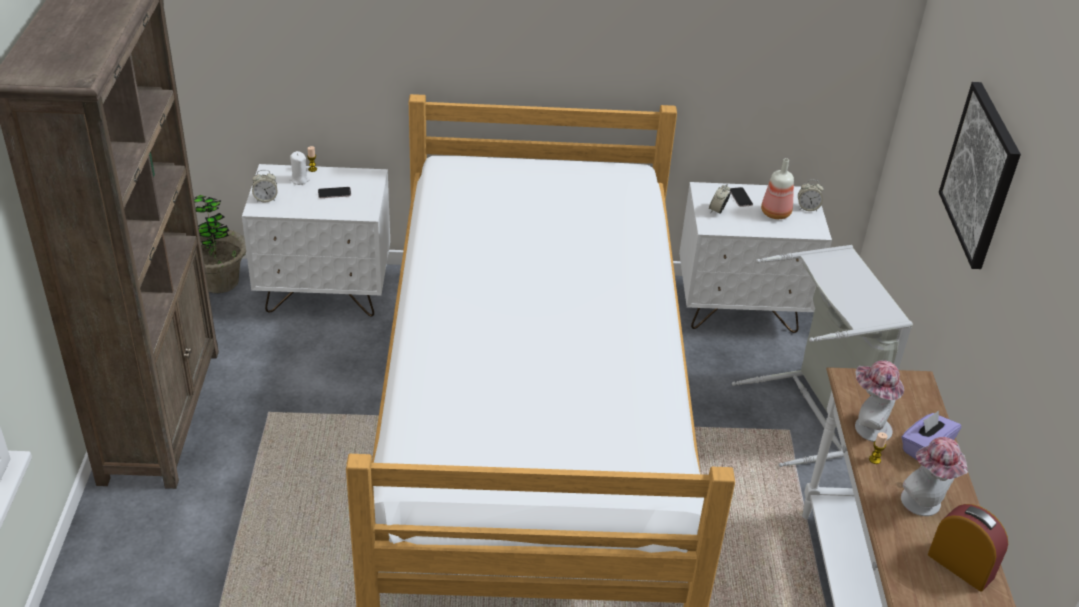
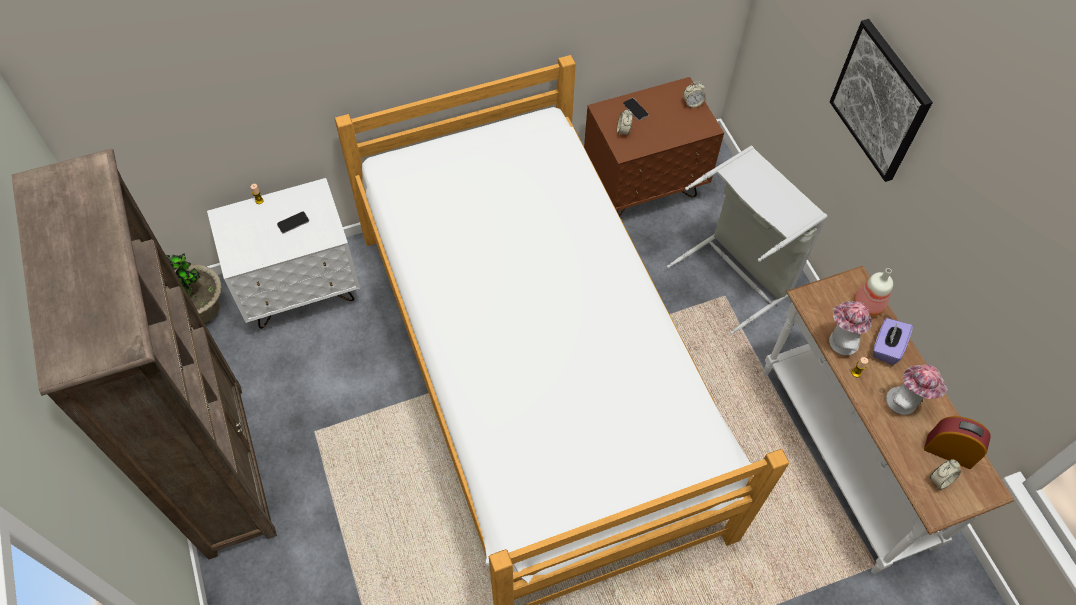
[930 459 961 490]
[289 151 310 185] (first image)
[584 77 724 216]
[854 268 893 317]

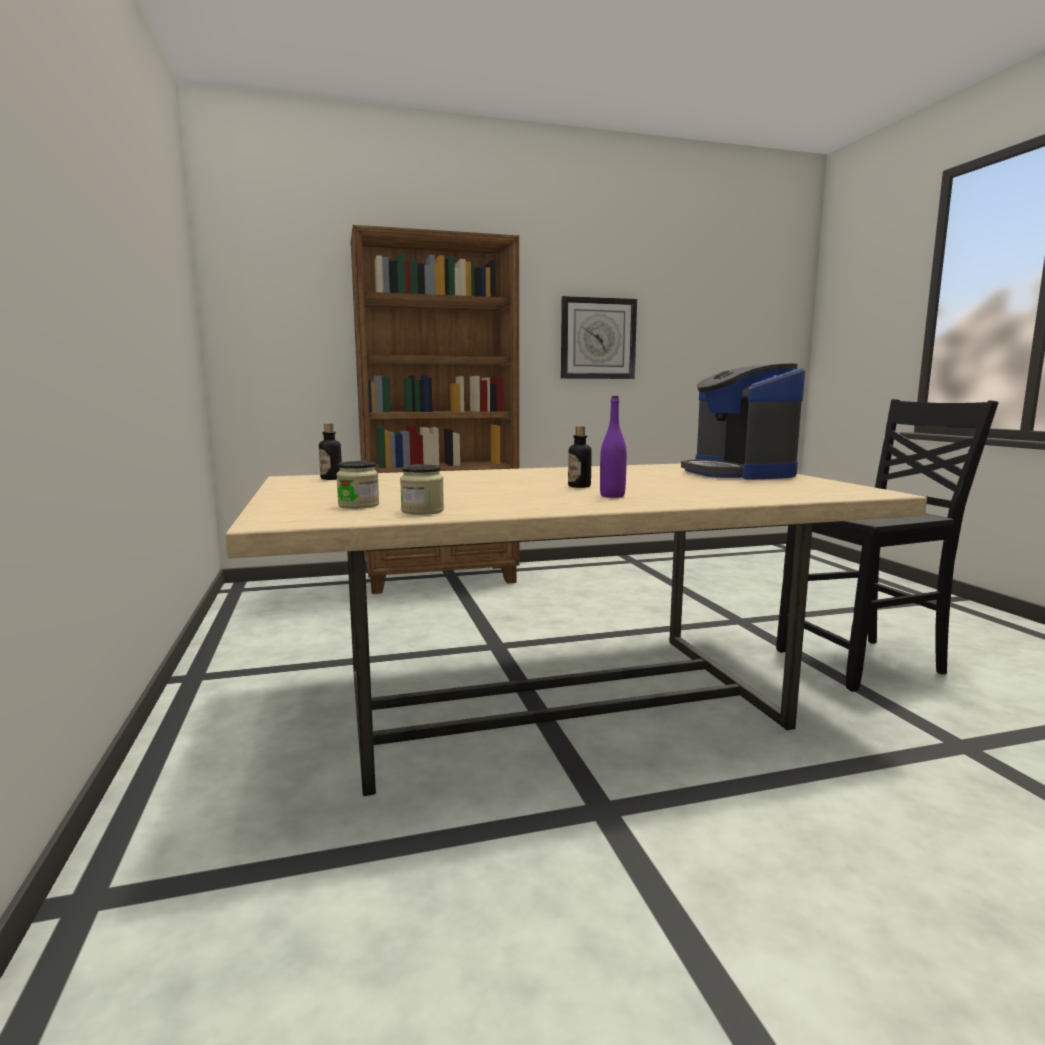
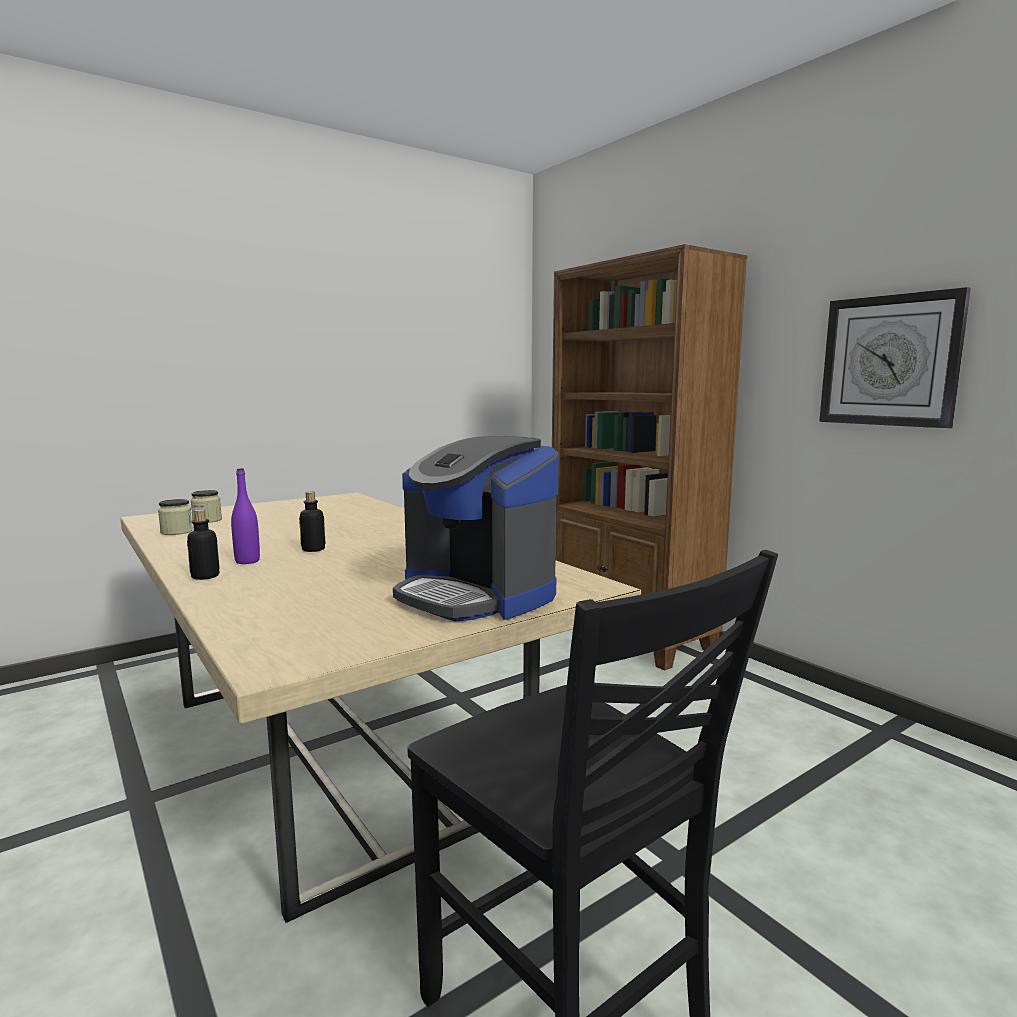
[187 509 220 580]
[393 436 559 621]

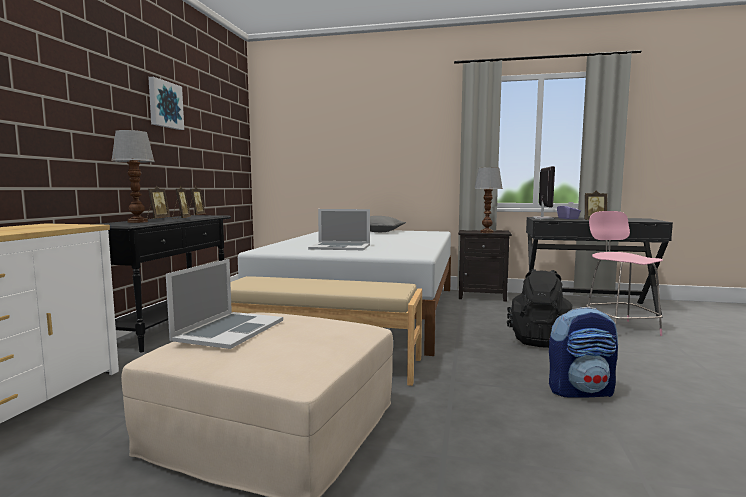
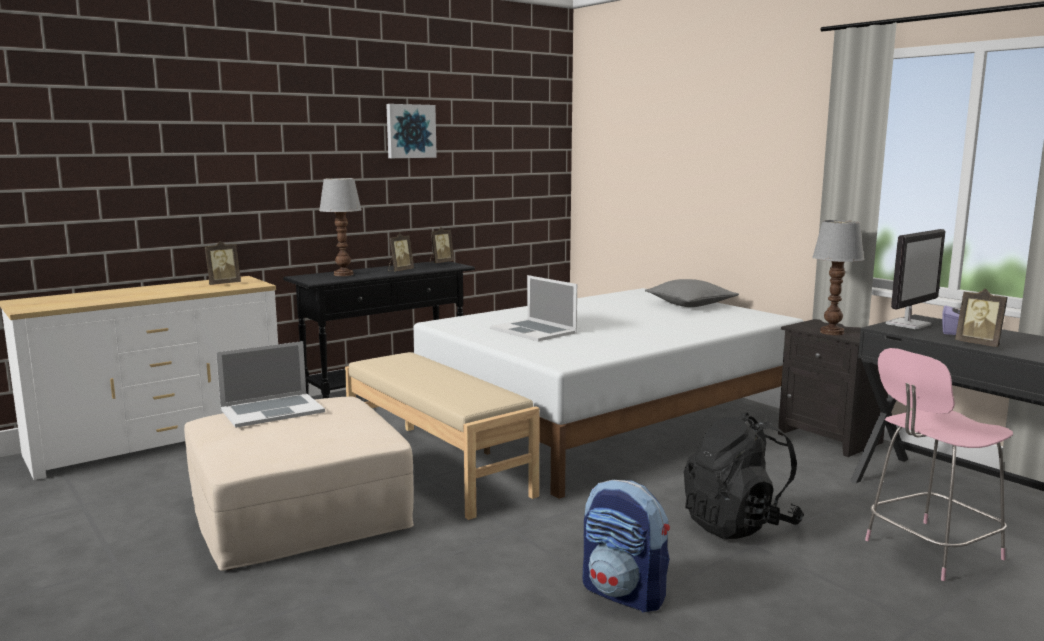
[205 241 241 285]
[865 348 1013 581]

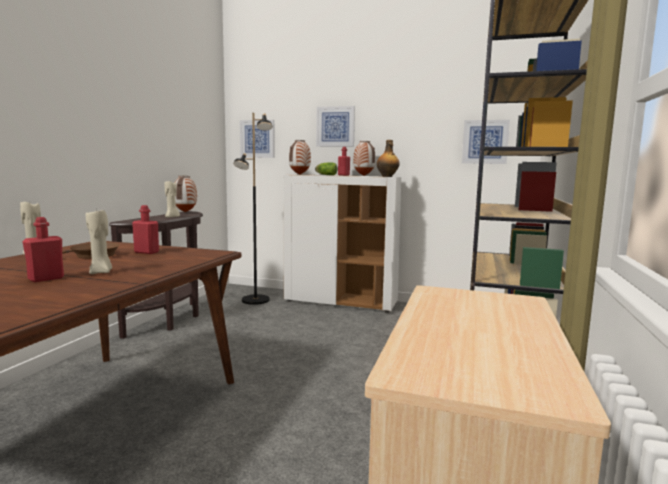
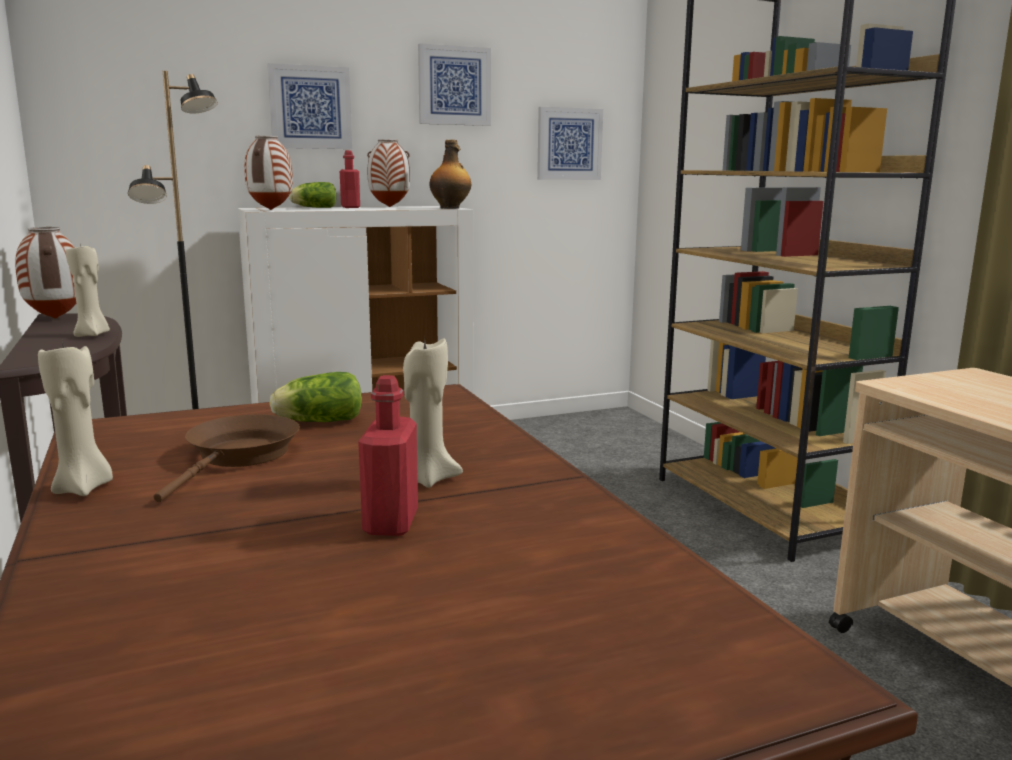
[269 372 362 422]
[418 43 491 126]

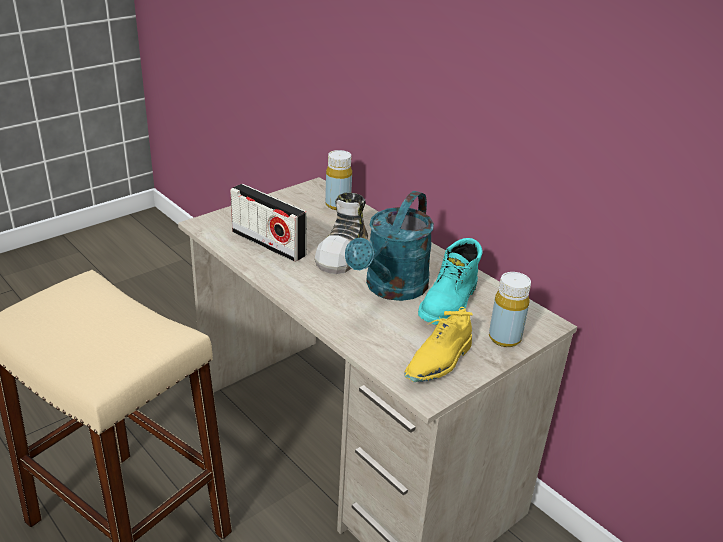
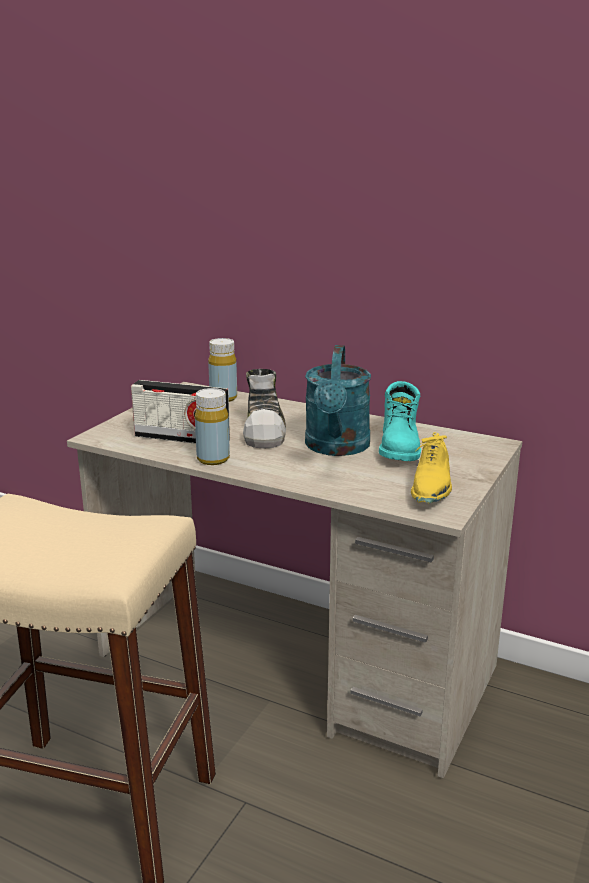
[195 388 230 465]

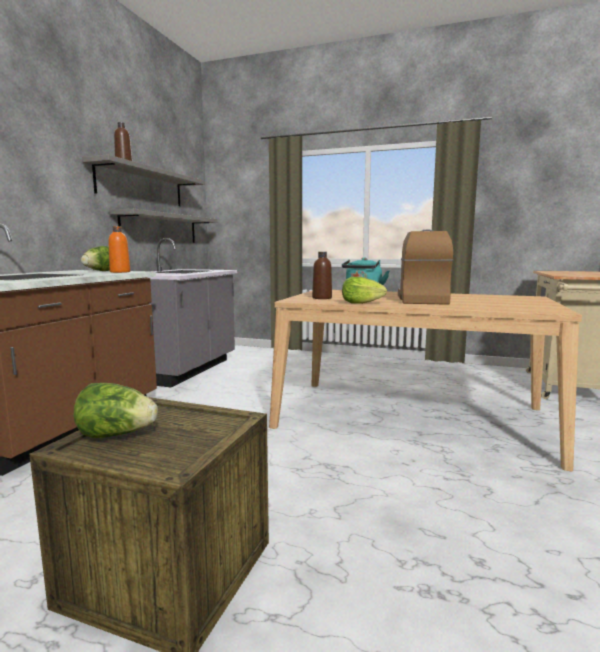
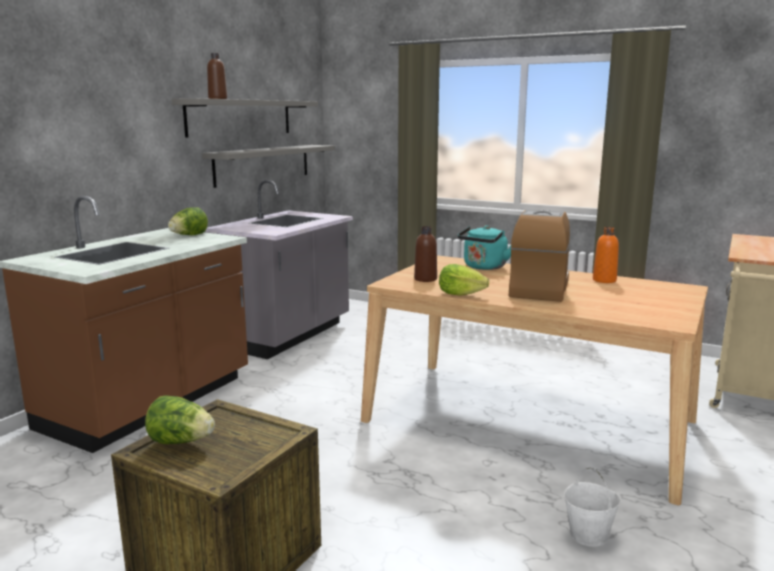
[593 227 619 283]
[564 468 621 547]

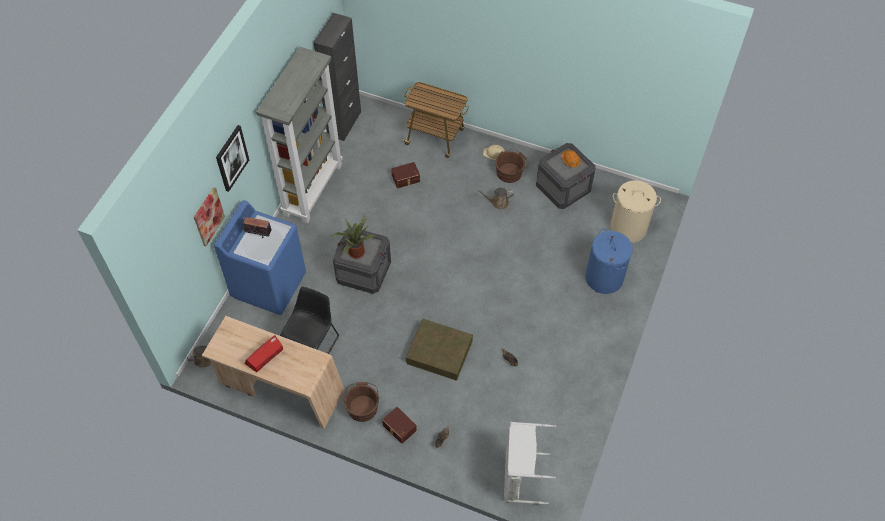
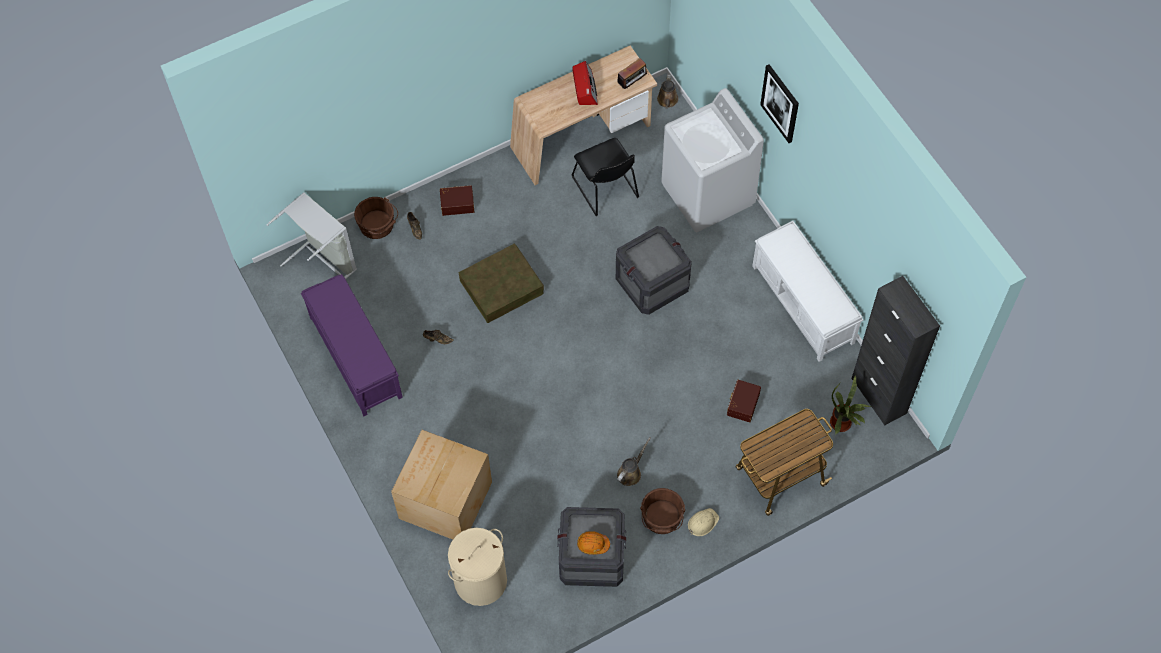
[194 187 225 246] (first image)
[661 88 764 232]
[617 58 648 89]
[752 221 863 362]
[830 376 871 435]
[354 197 398 239]
[391 430 492 539]
[301 274 403 416]

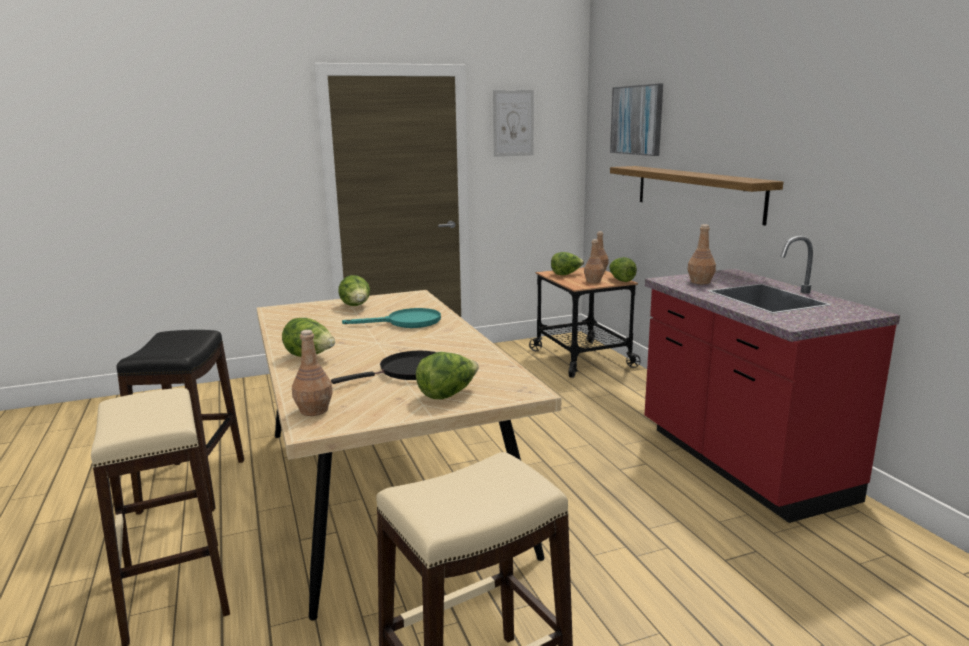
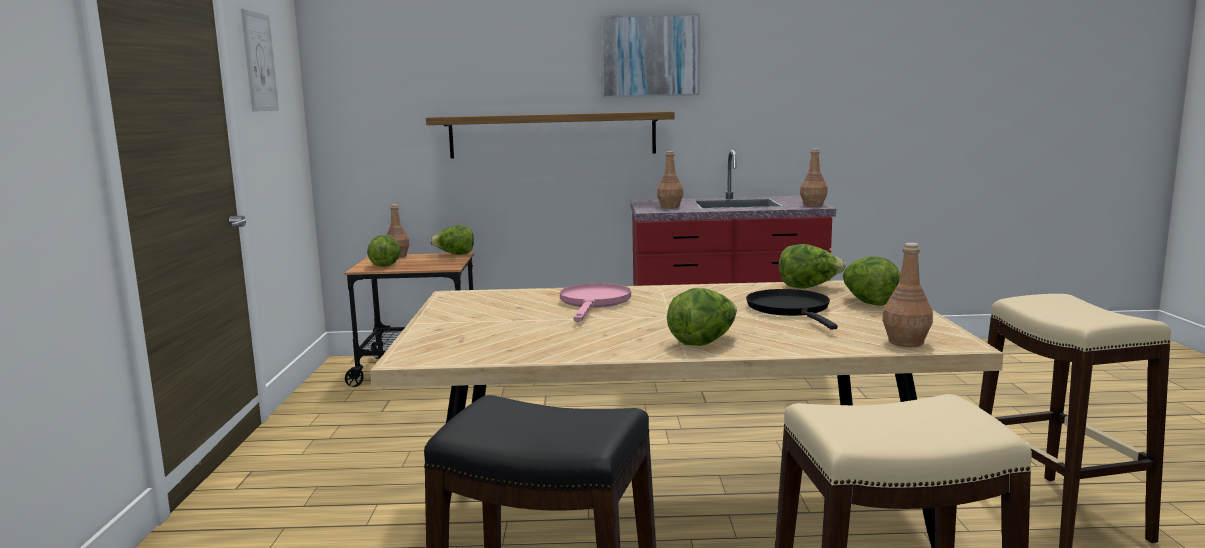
[779 244 846 289]
[560 283 631 322]
[800 148 827 207]
[600 13 699 98]

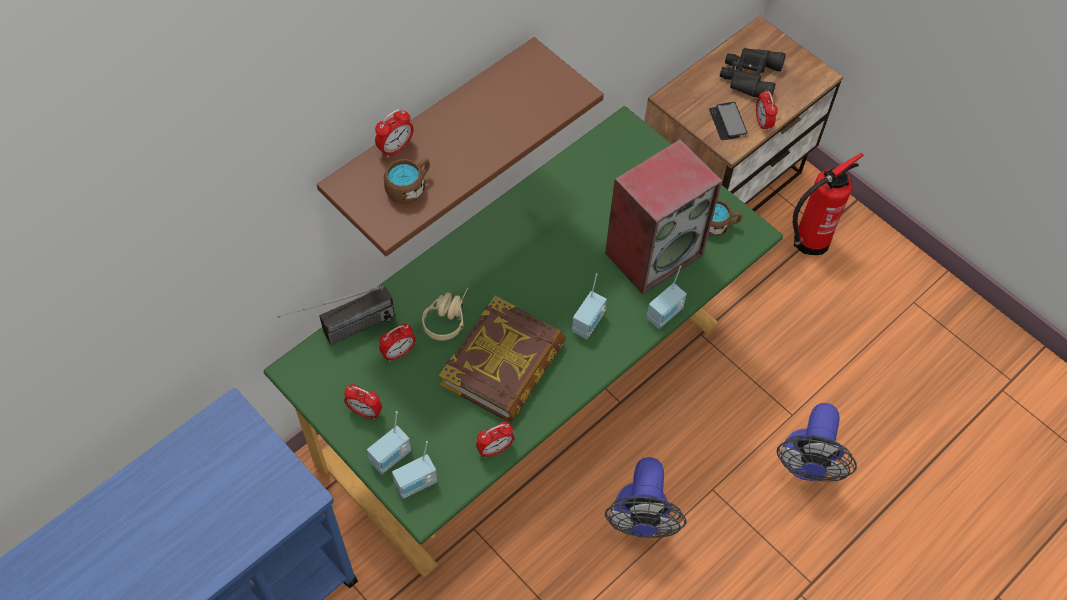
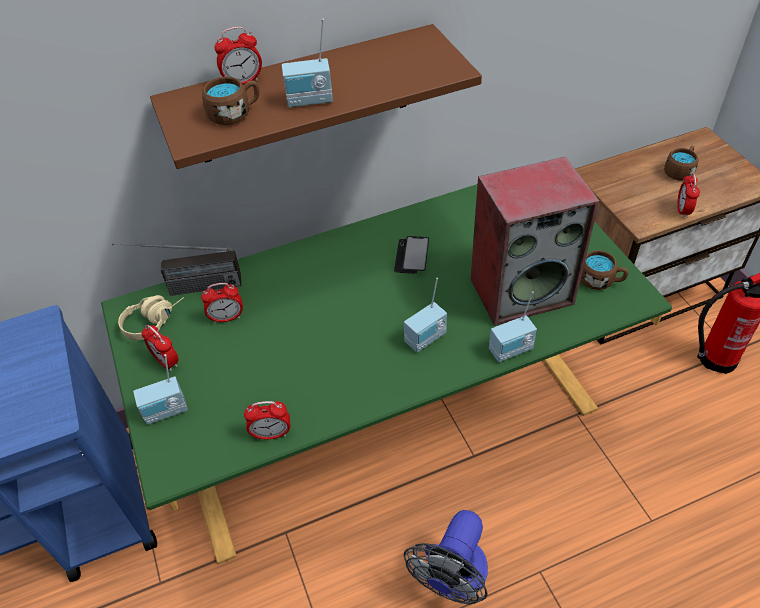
[282 19 333 107]
[118 295 184 340]
[439 296 566 422] (first image)
[394 236 429 274]
[664 146 698 181]
[777 403 857 482] (first image)

